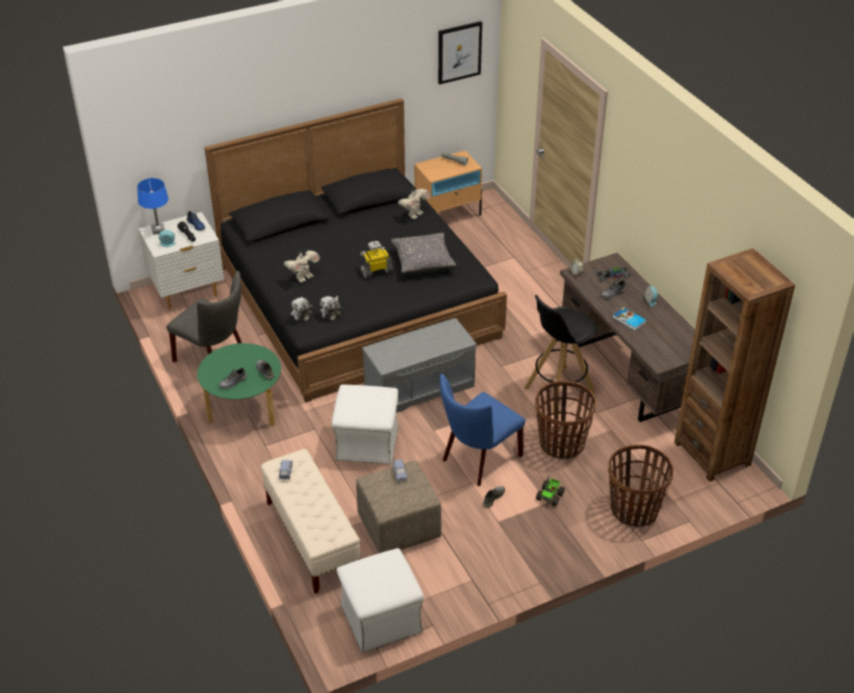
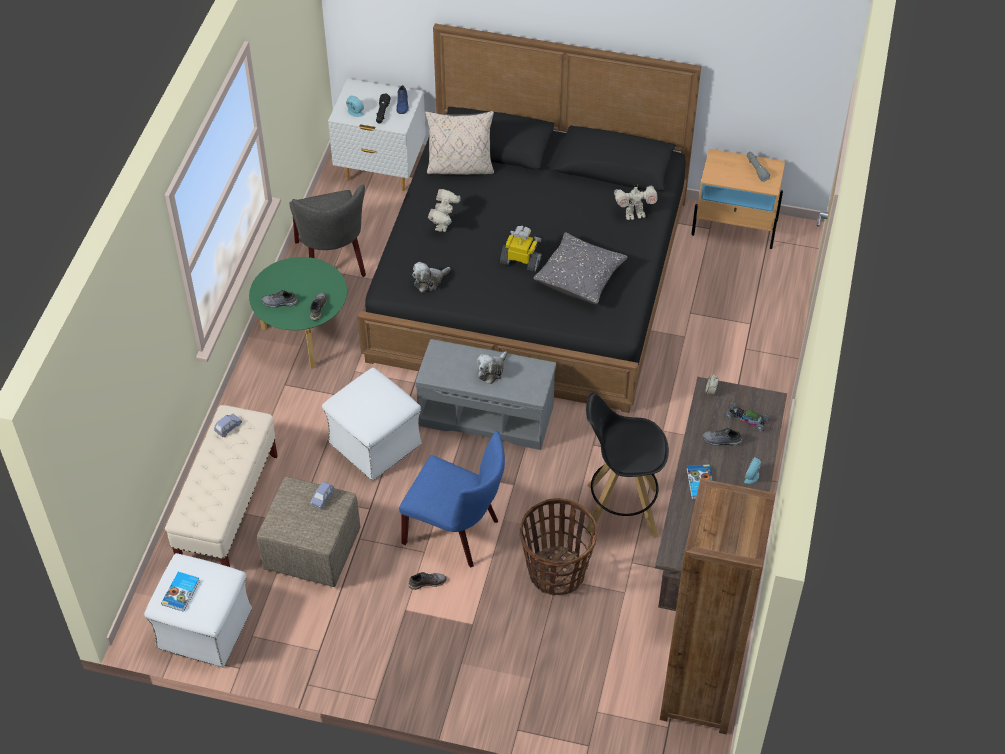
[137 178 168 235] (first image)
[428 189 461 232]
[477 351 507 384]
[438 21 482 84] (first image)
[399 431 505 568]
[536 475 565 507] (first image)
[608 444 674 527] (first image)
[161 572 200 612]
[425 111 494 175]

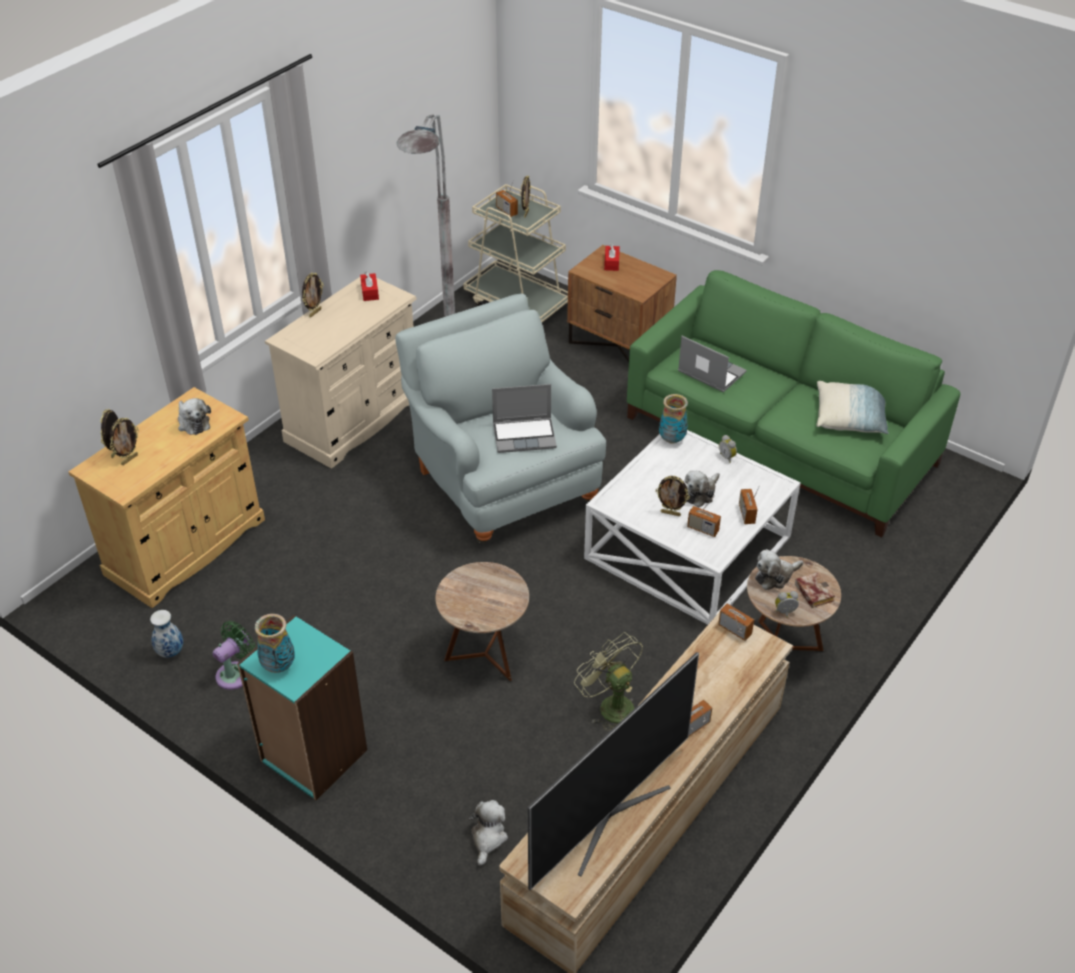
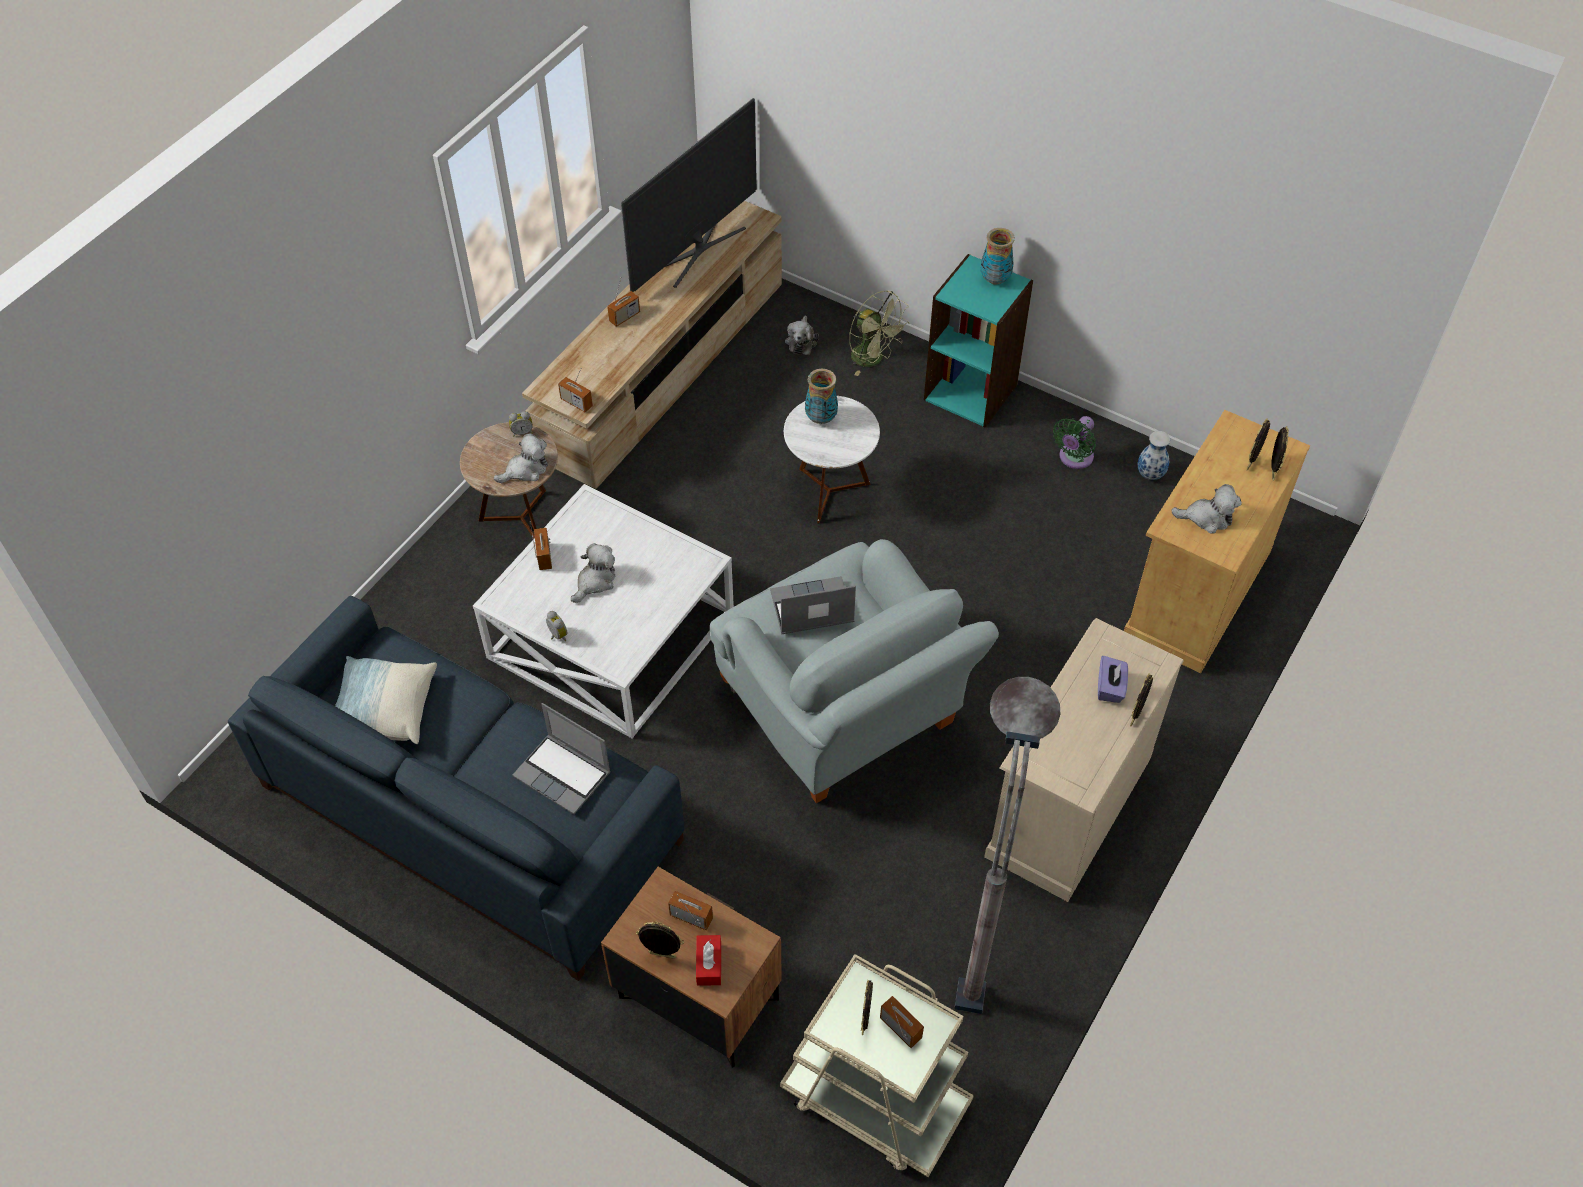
[1171 484 1242 534]
[360 271 379 301] (first image)
[784 396 880 524]
[849 290 910 376]
[228 596 684 981]
[636 922 684 959]
[805 369 838 424]
[668 891 713 931]
[795 572 835 608] (first image)
[1098 655 1128 703]

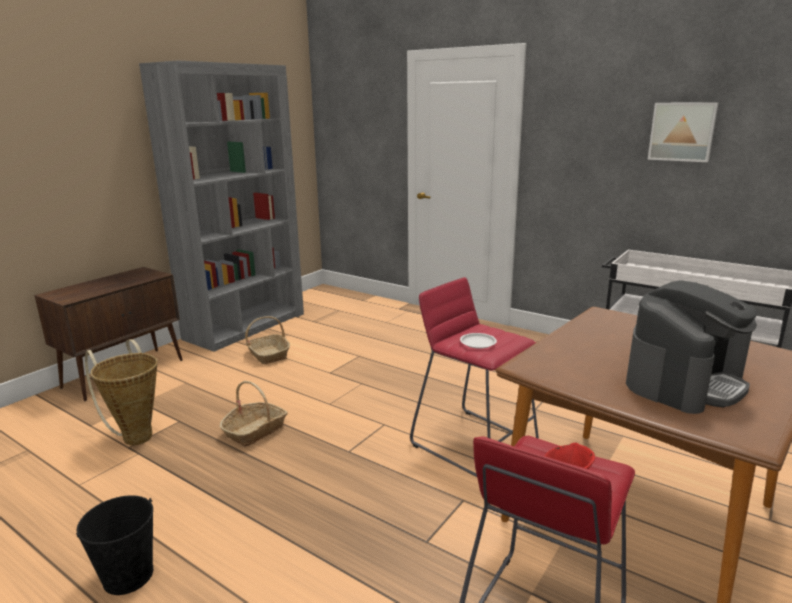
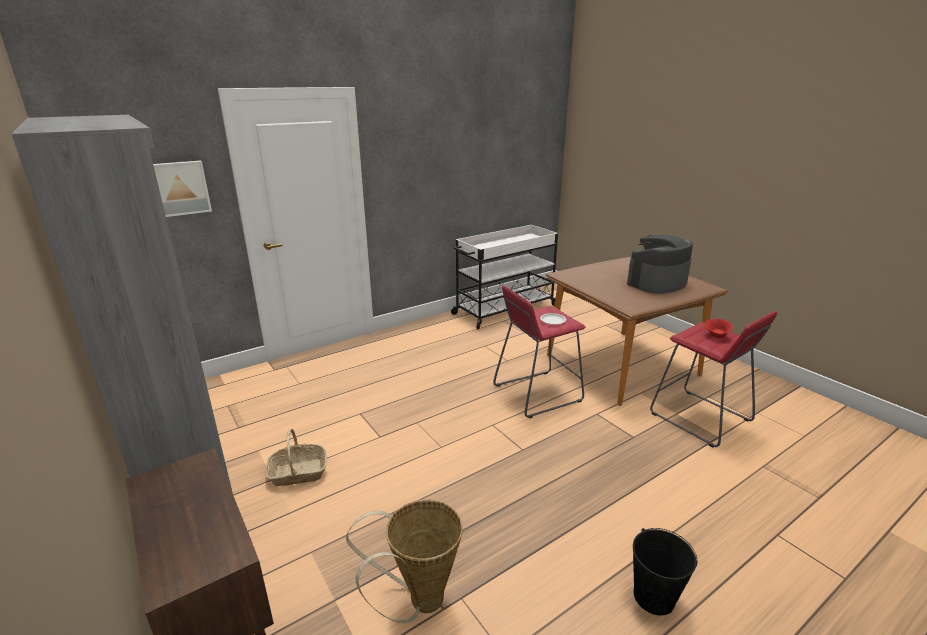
[220 381 288 447] (first image)
[627 235 693 294]
[153 161 212 217]

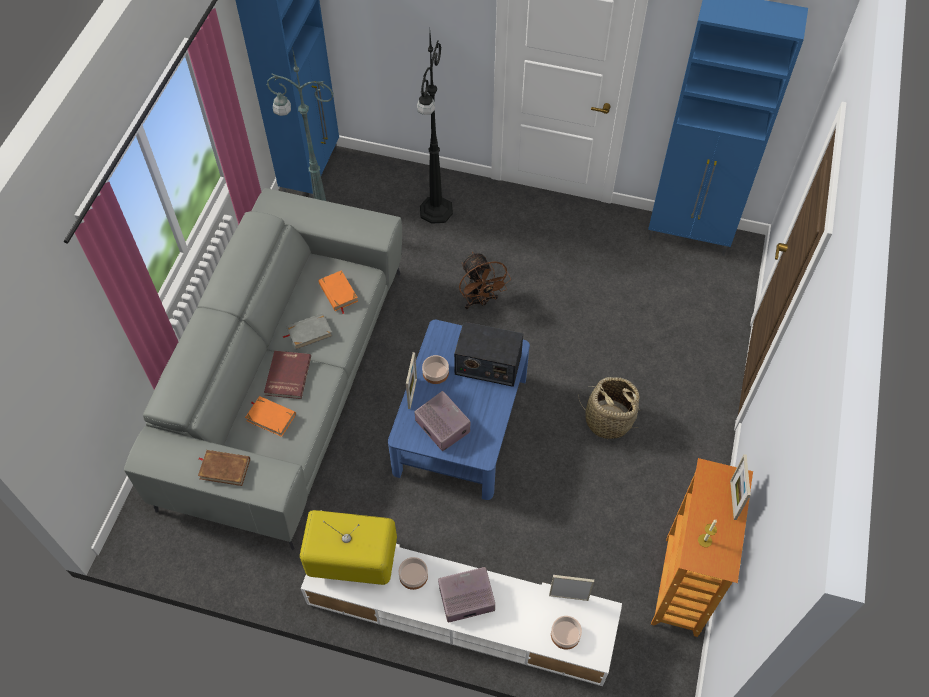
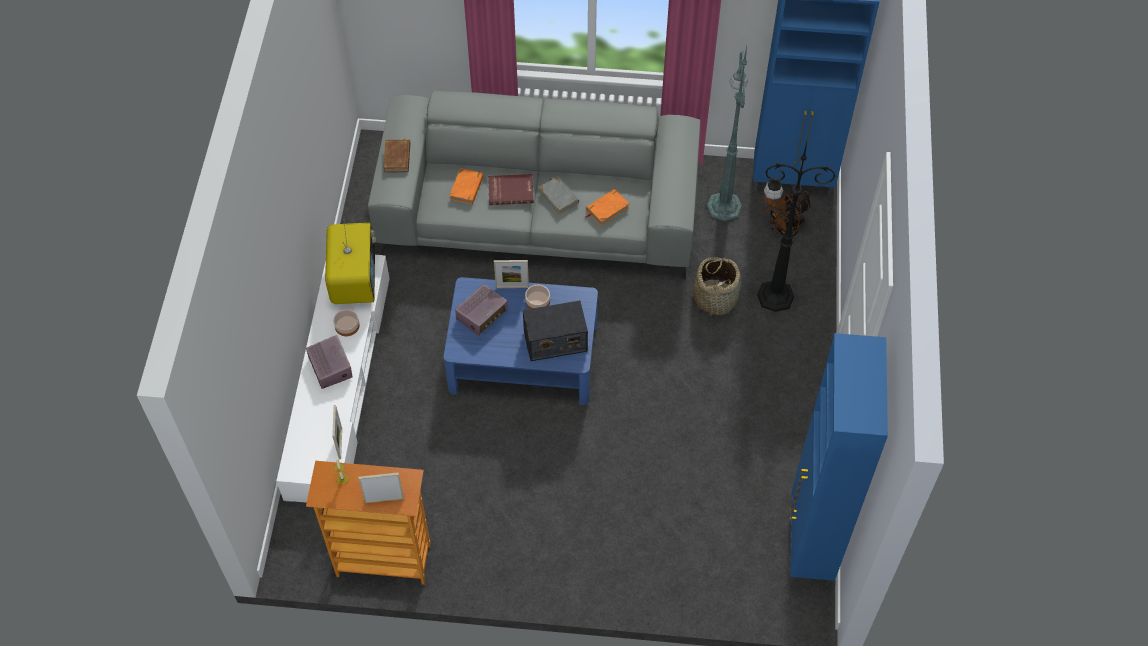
[523 300 588 361]
[760 190 812 238]
[551 616 582 649] (first image)
[693 257 741 317]

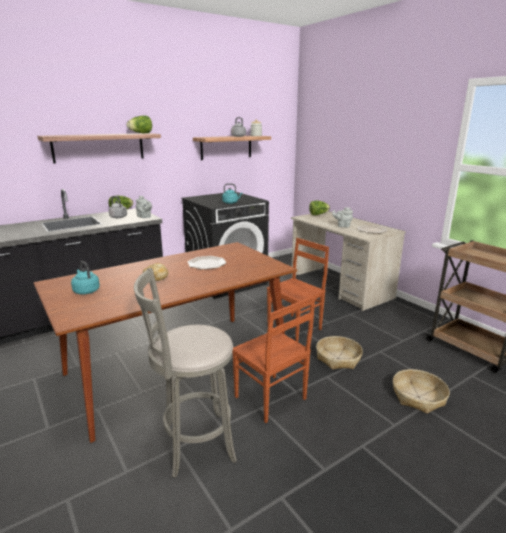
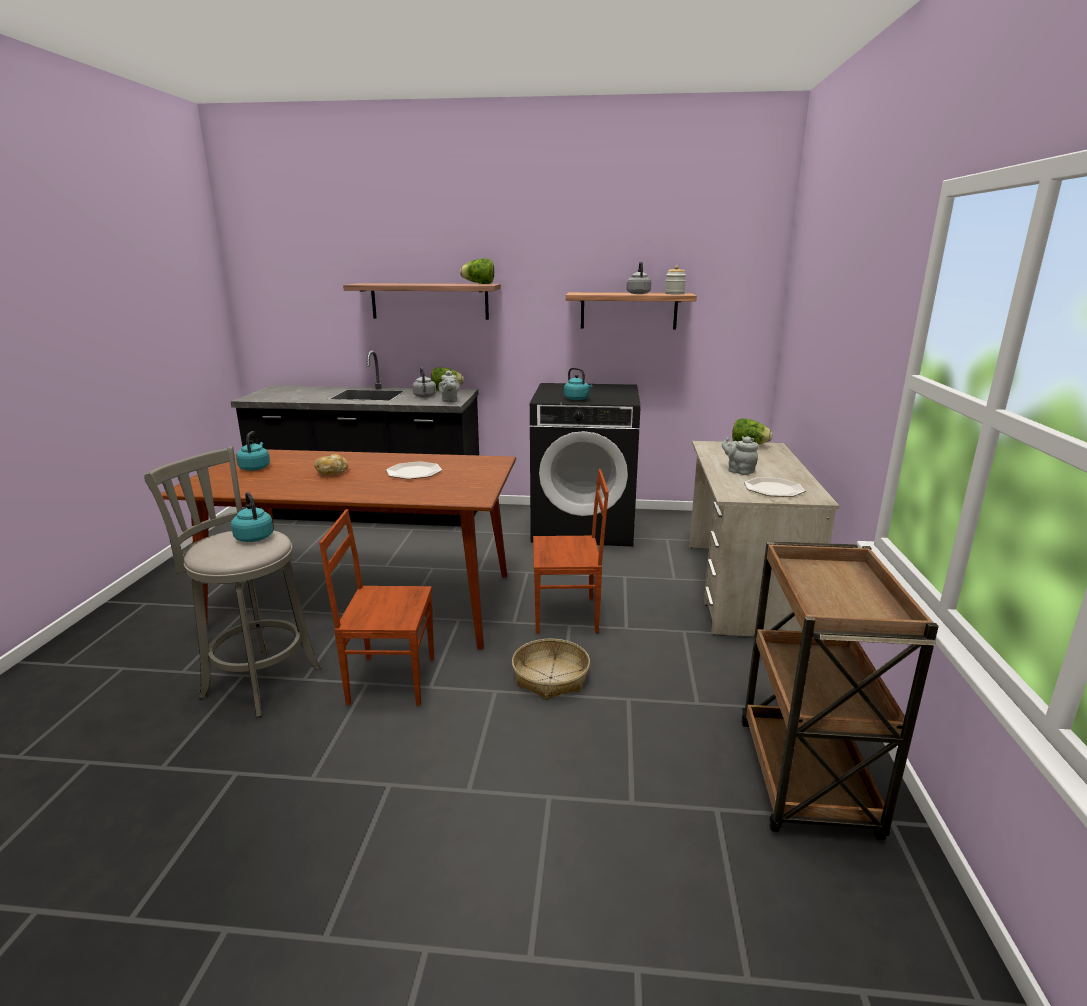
[319 509 434 706]
[393 369 450 414] (first image)
[231 492 273 542]

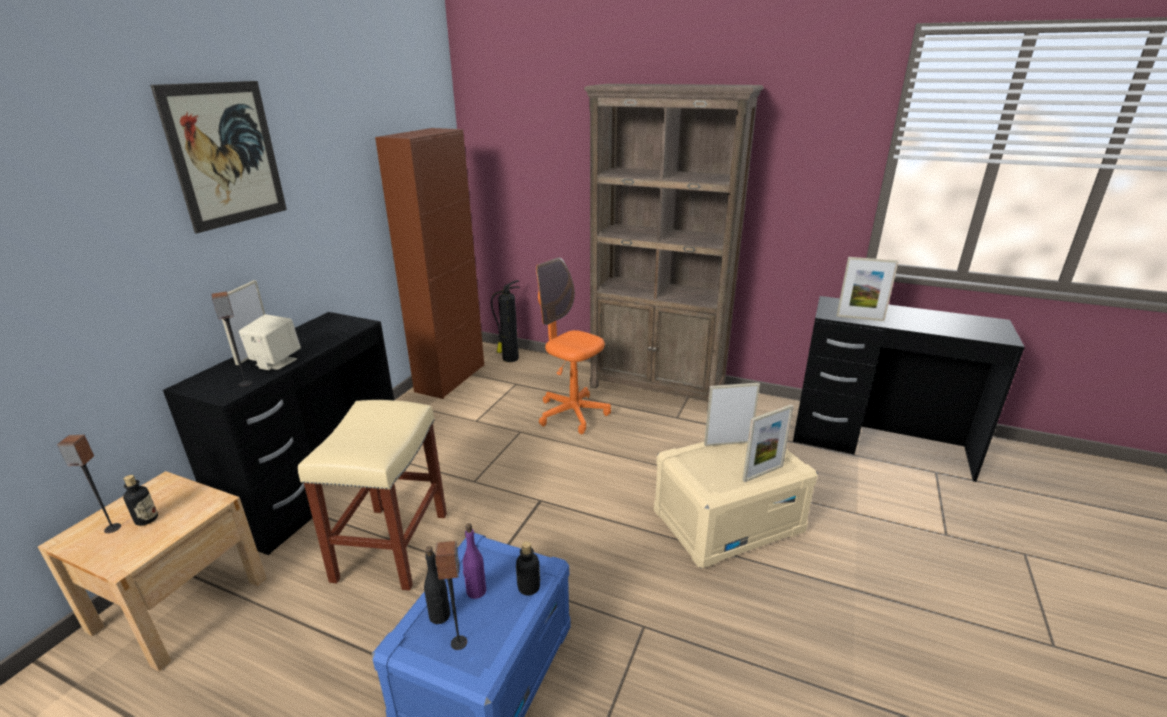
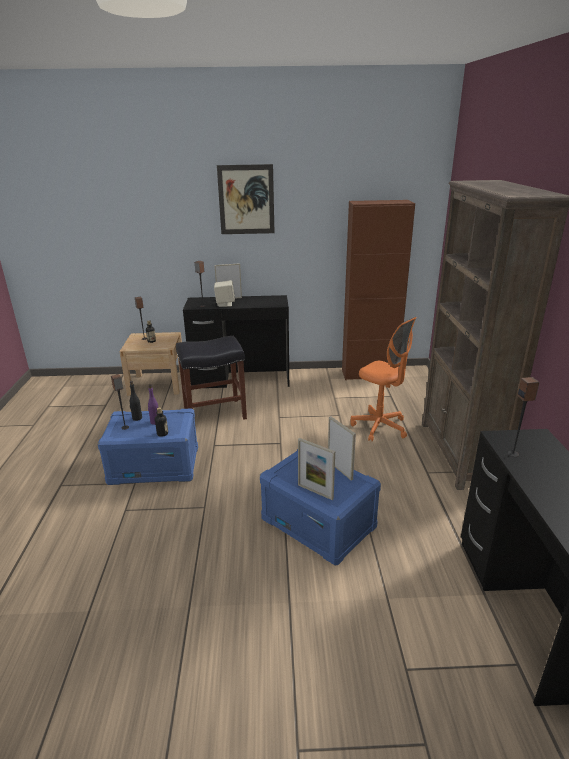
[176 336 247 420]
[491 280 520 362] (first image)
[350 317 416 442]
[260 449 381 565]
[508 377 540 457]

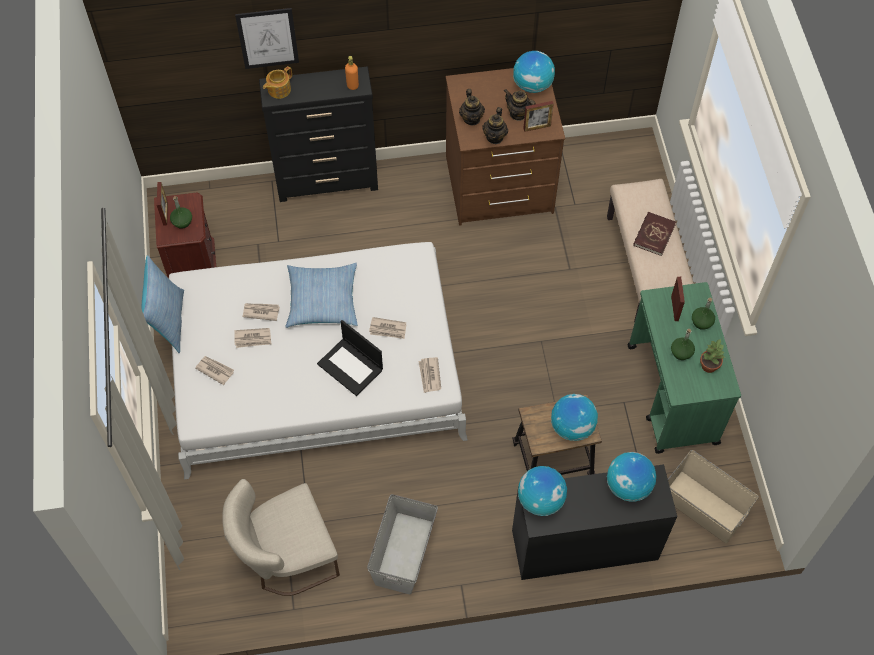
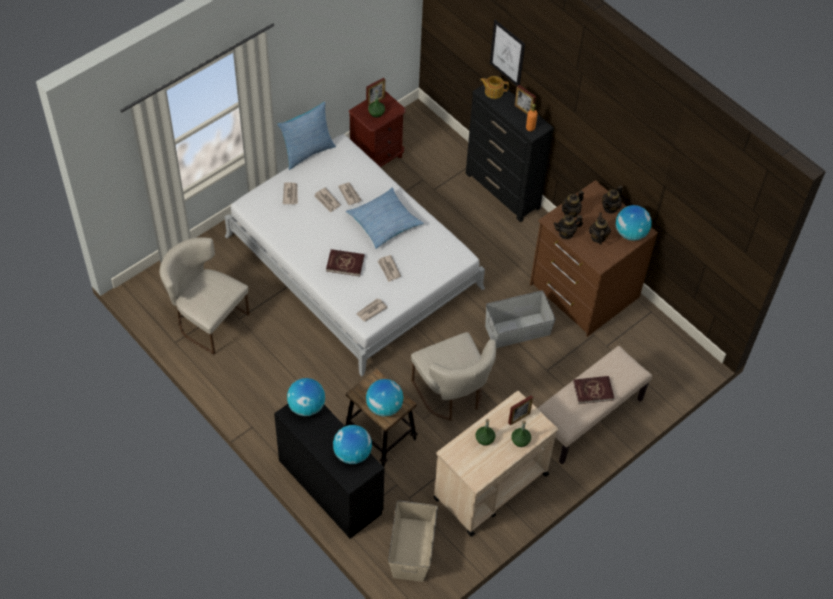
[326 249 364 276]
[485 290 556 348]
[514 85 536 114]
[433 391 558 536]
[700 339 724 373] (first image)
[411 332 496 421]
[602 185 623 214]

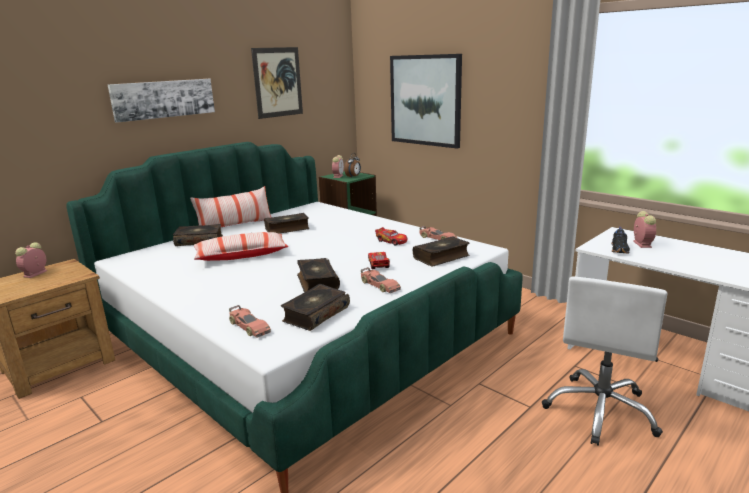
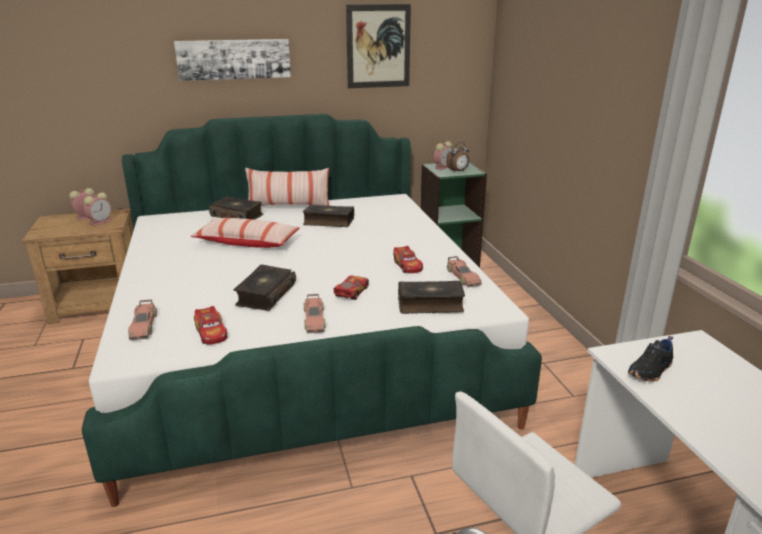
[194 306 227 345]
[390 54 462 149] (first image)
[84 193 111 226]

